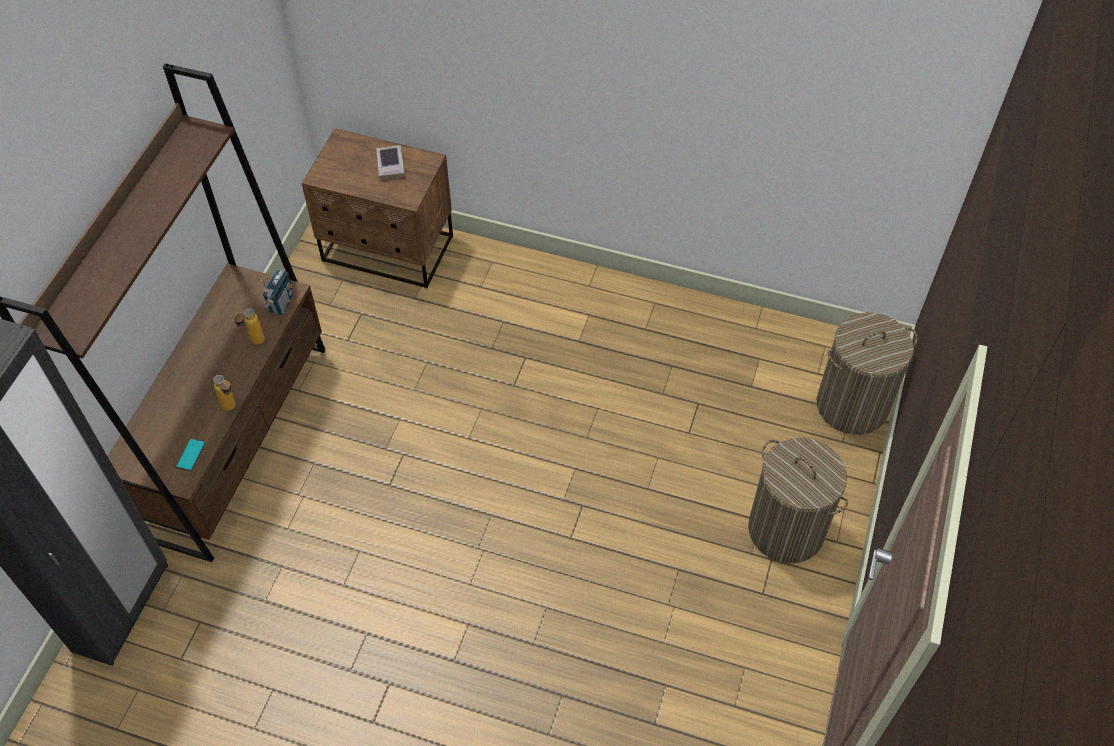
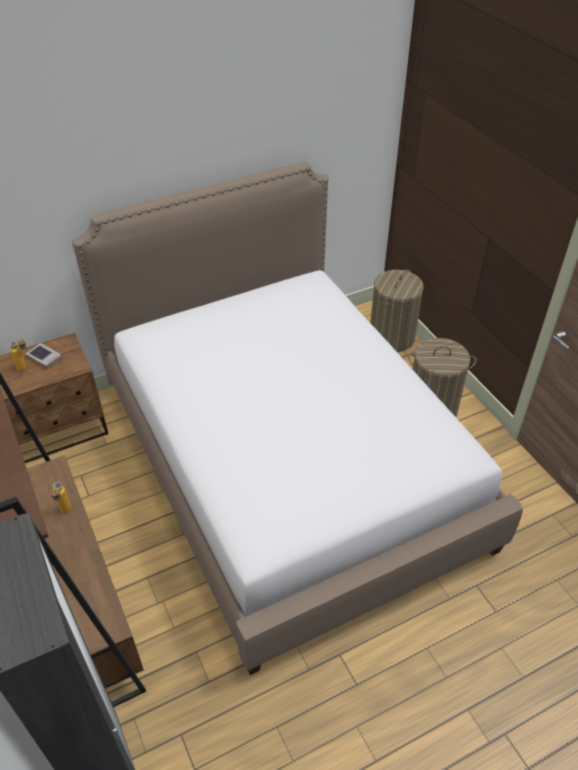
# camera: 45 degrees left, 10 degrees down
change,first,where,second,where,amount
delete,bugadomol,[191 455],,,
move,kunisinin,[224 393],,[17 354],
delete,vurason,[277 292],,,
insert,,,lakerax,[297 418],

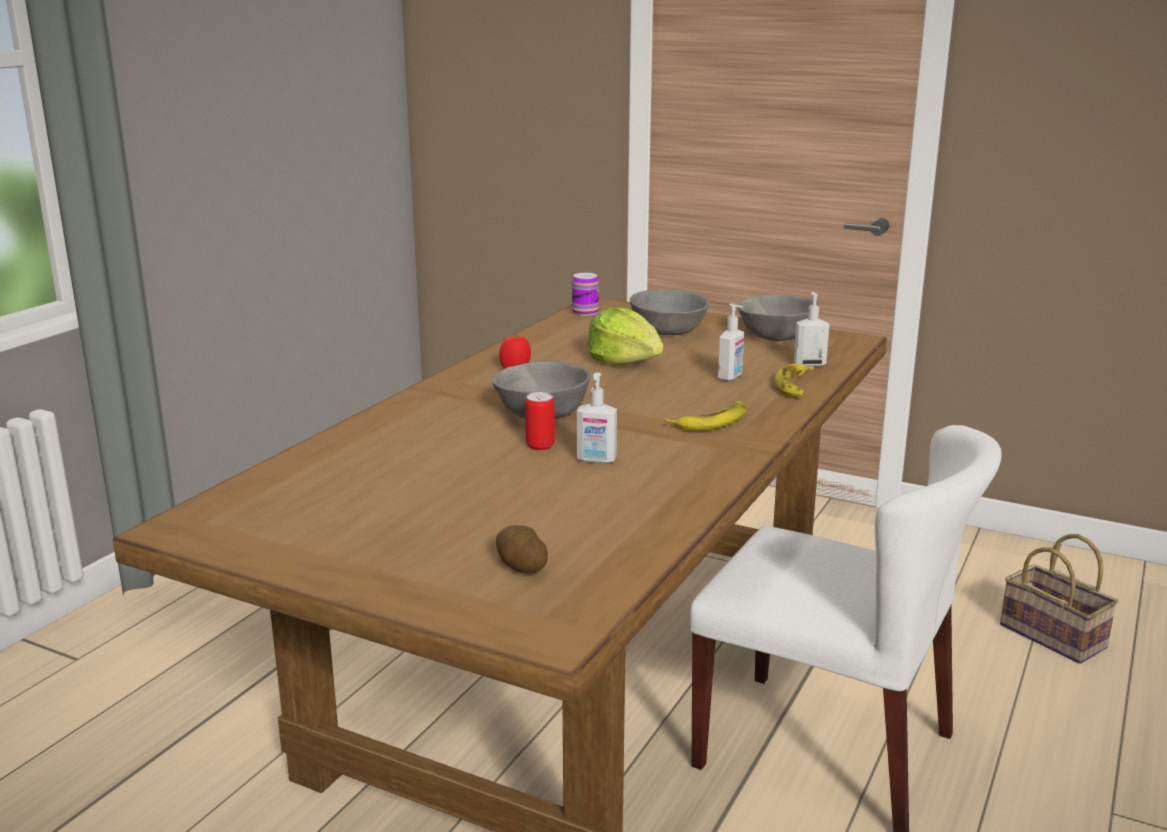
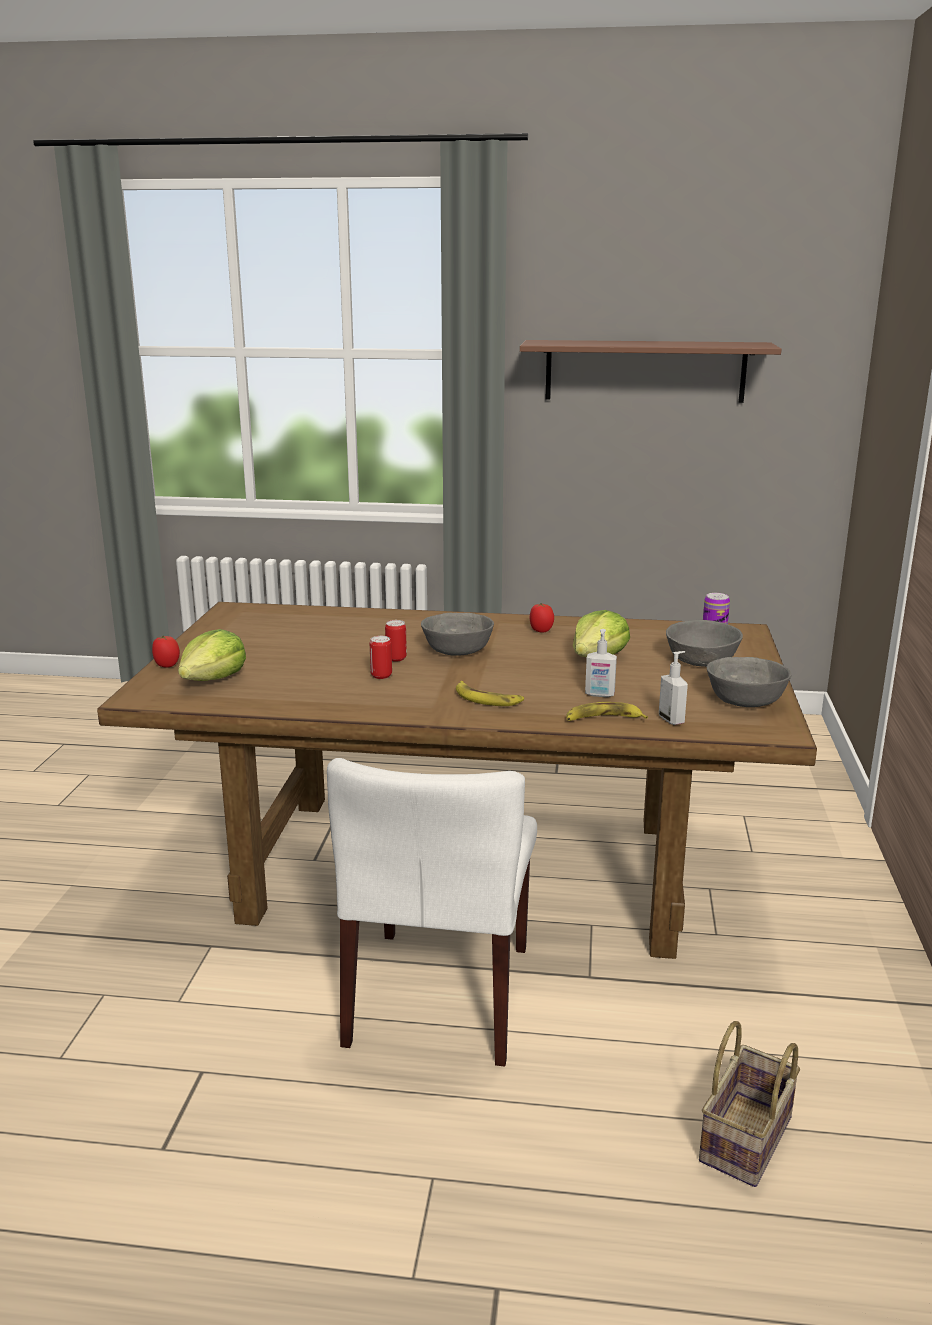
# camera: 70 degrees right, 0 degrees up
change,first,where,second,where,amount
replace,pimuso,[522 549],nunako,[212 655],
replace,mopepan,[597 418],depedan,[381 657],
insert,,,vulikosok,[166 652],
insert,,,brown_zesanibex,[651 371],

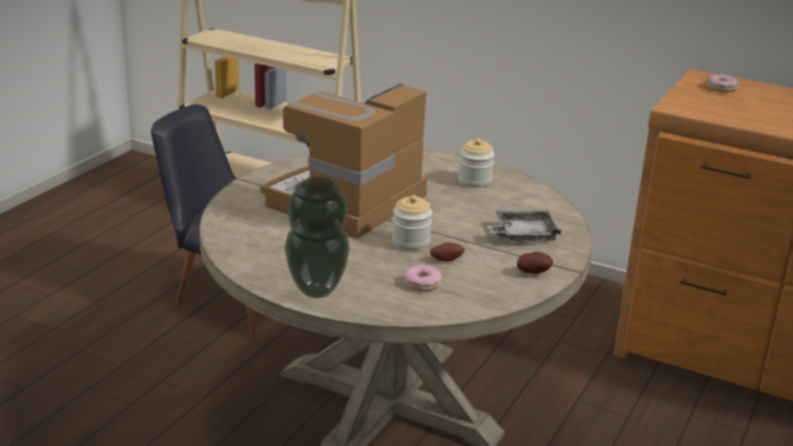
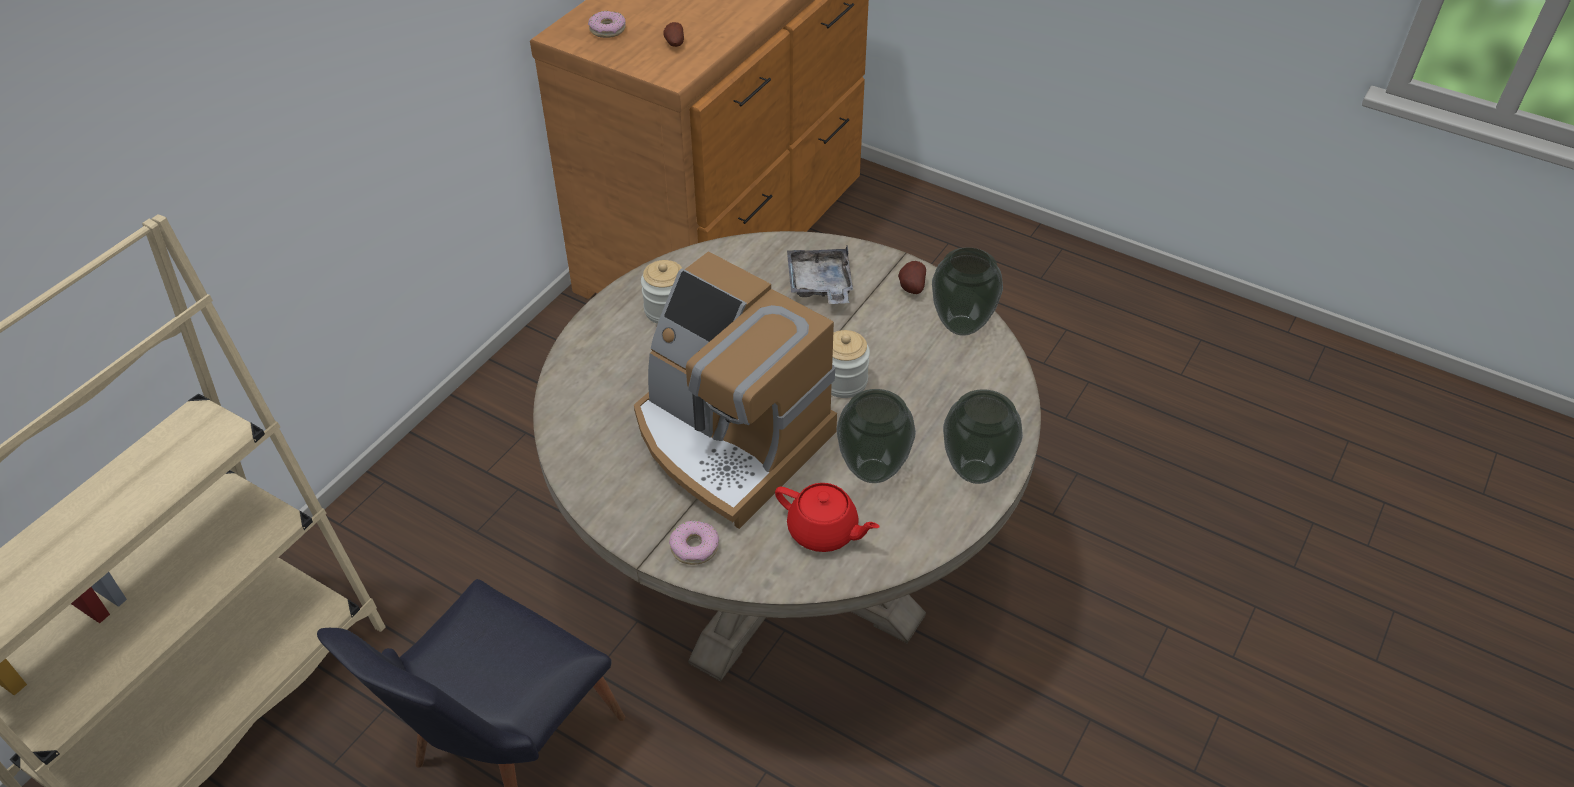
# camera: 85 degrees left, 20 degrees up
change,first,where,second,where,amount
move,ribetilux,[423 278],,[694 543],
move,pimuso,[447 252],,[673 34],
insert,,,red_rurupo,[827 517],
insert,,,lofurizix,[967 291],

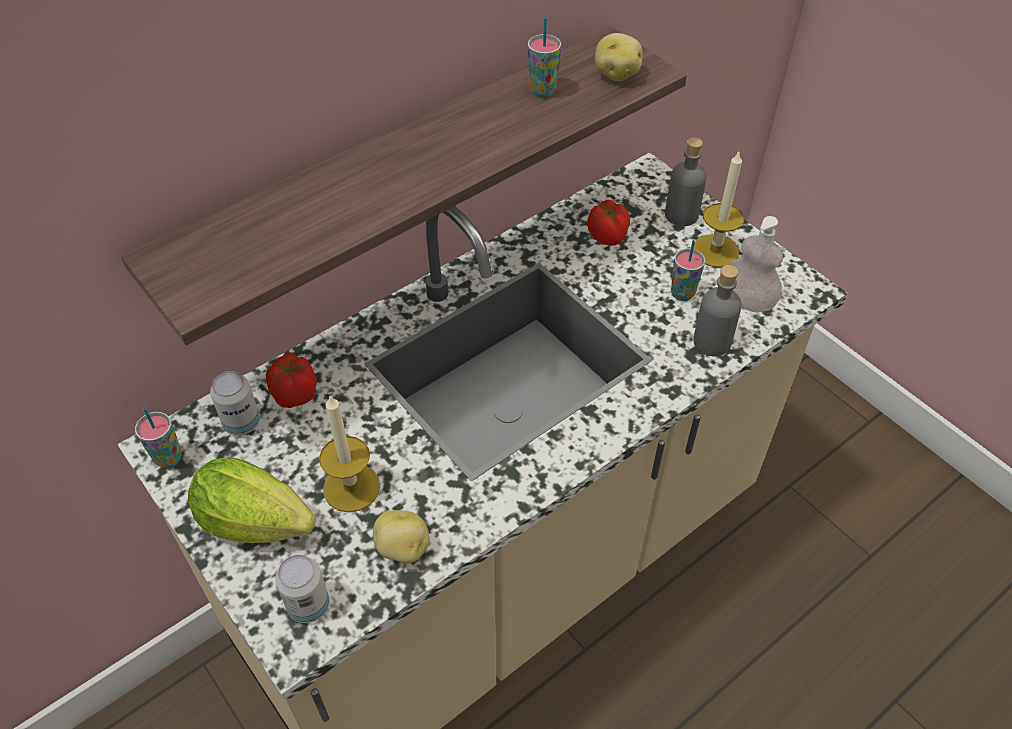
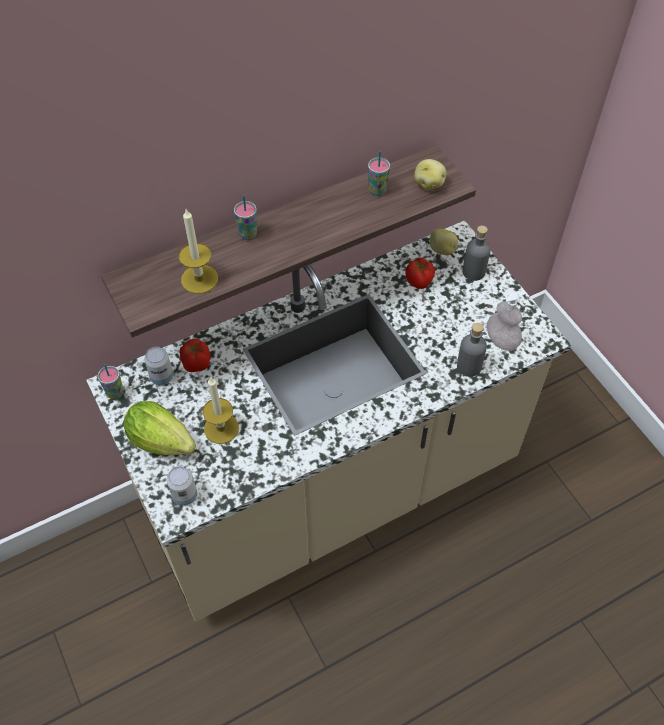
# camera: 10 degrees right, 5 degrees up
change,first,where,second,where,amount
move,pimuso,[401 537],,[443 242],
move,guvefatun,[688 270],,[245 217],
move,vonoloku,[718 210],,[198 251],

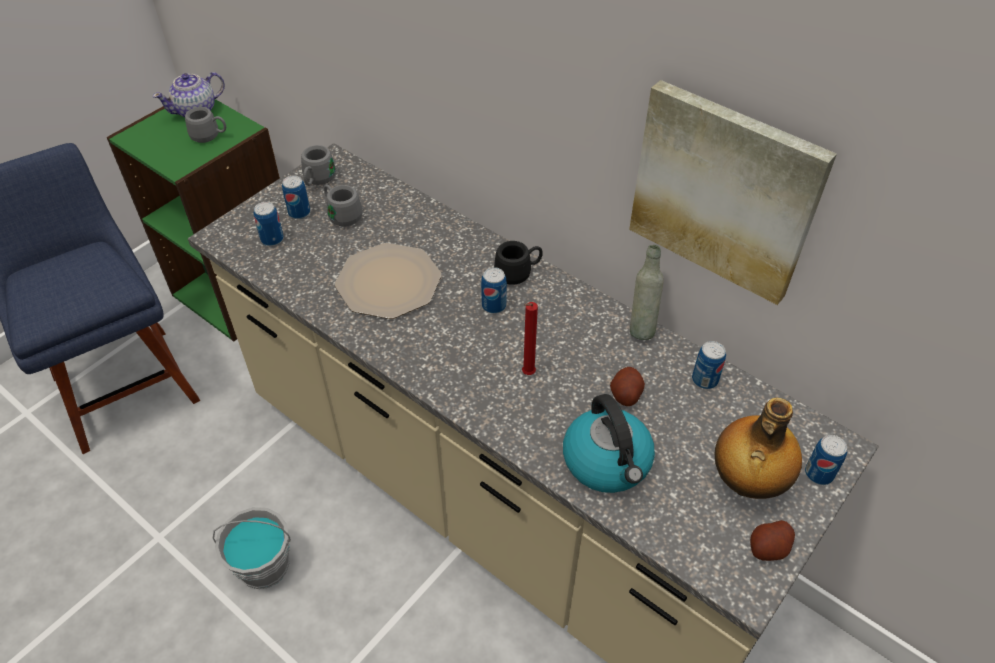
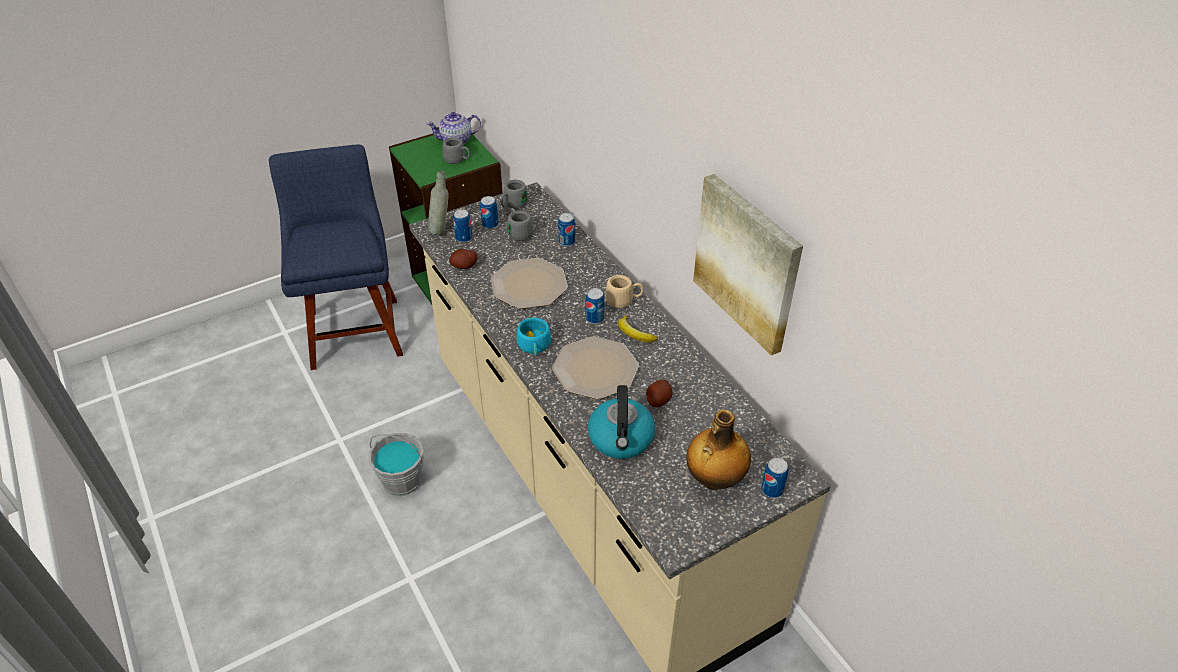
# camera: 20 degrees right, 5 degrees down
change,first,where,second,where,amount
recolor,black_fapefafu,[518 263],beige_fapefafu,[624 291],
replace,red_vonoloku,[530 338],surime,[595 367],
move,grey_kunisinin,[647 292],,[438 203],
move,depedan,[709 365],,[566 229],
move,pimuso,[772 540],,[463 259],
insert,,,turquoise_guvefatun,[533 337],
insert,,,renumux,[637 329],

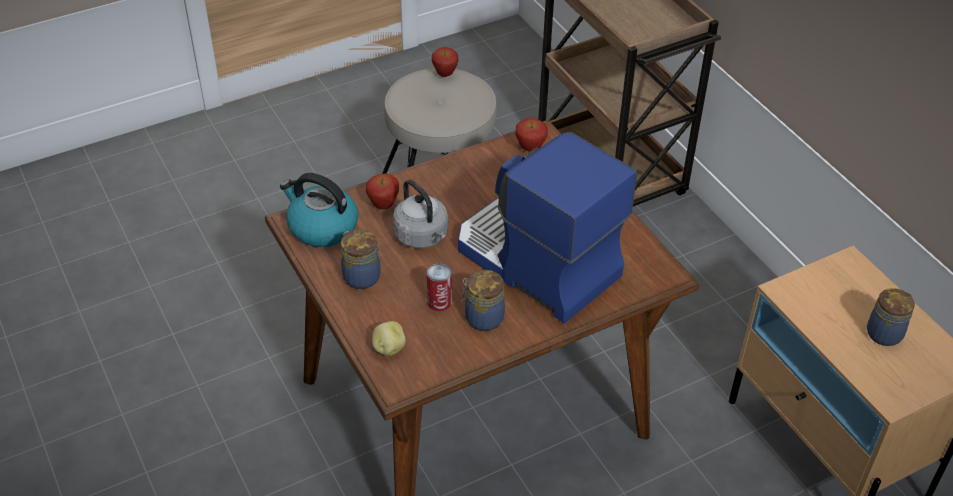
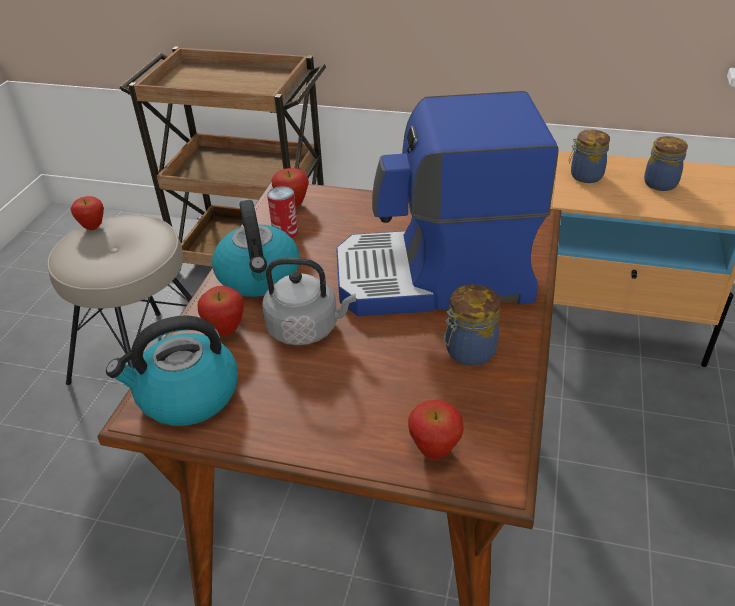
# camera: 45 degrees left, 5 degrees down
change,first,where,second,where,amount
move,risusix,[361 259],,[589 156],
replace,pimuso,[389 338],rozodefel,[436 429],
move,depedan,[439 287],,[283 212],
insert,,,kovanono,[256 248],

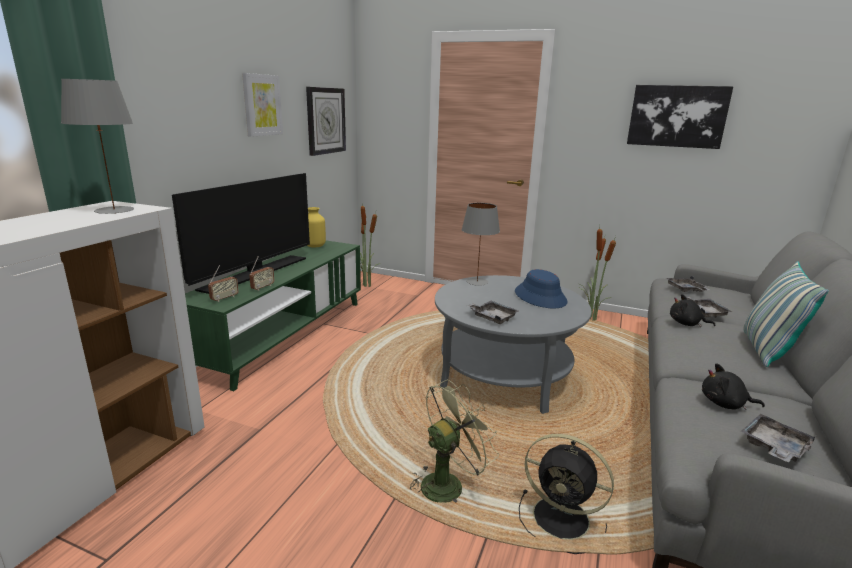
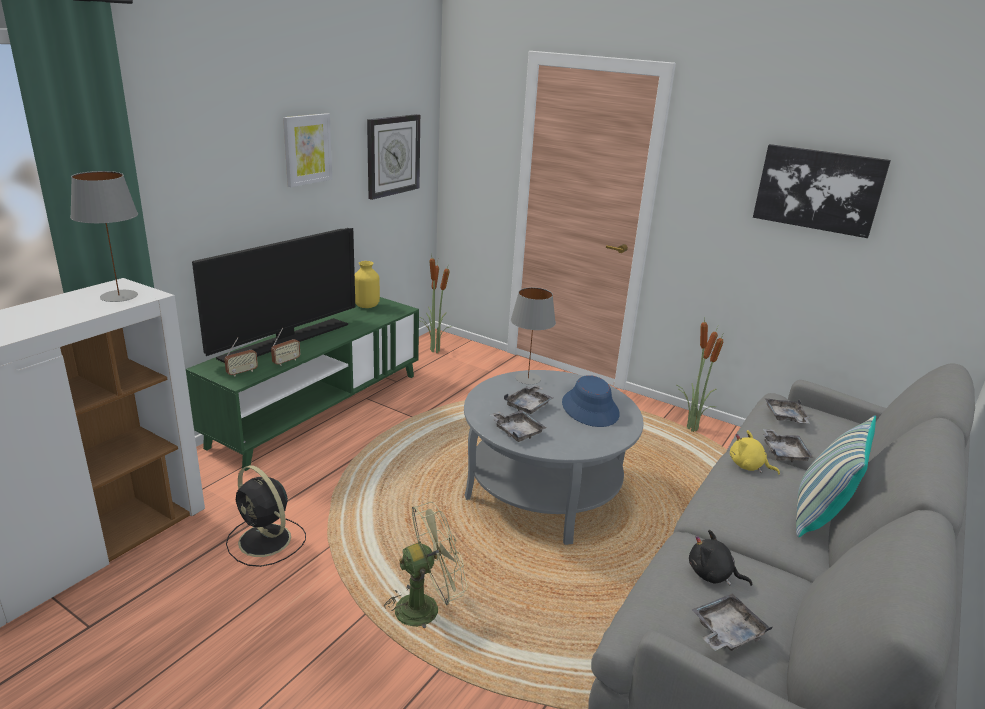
# camera: 10 degrees right, 5 degrees up
change,first,where,second,where,amount
move,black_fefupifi,[566 494],,[266 516],
recolor,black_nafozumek,[692 310],yellow_nafozumek,[755 452],
insert,,,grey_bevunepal,[528 399],

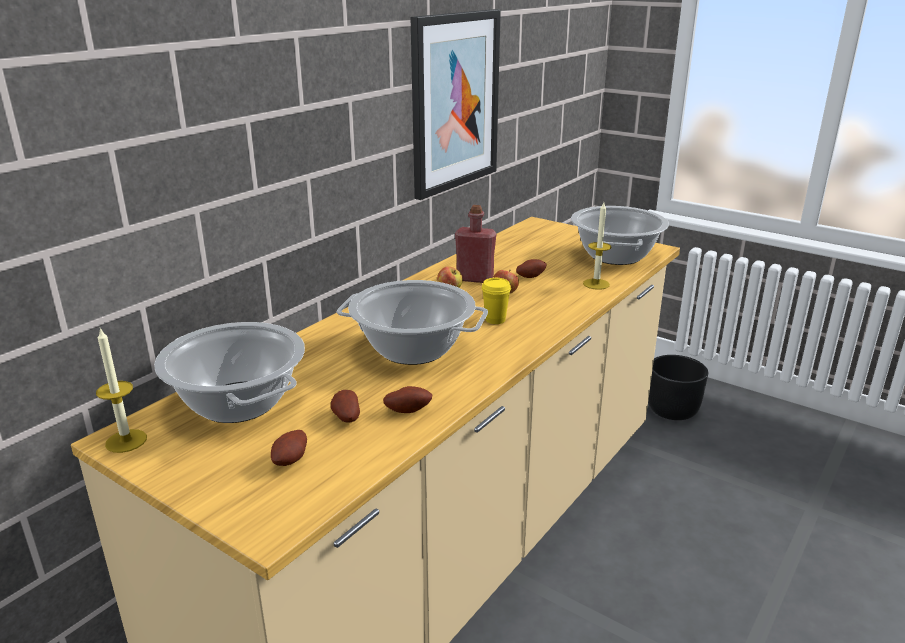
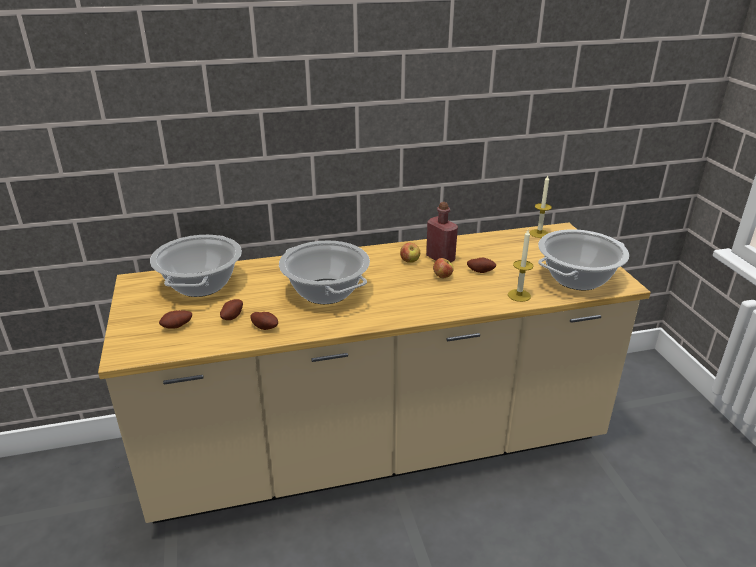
# camera: 40 degrees right, 5 degrees up
change,first,where,second,where,amount
move,vonoloku,[121 390],,[541 207],
delete,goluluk,[456 104],,,
delete,yellow_guvefatun,[496 301],,,
delete,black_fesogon,[678 387],,,

